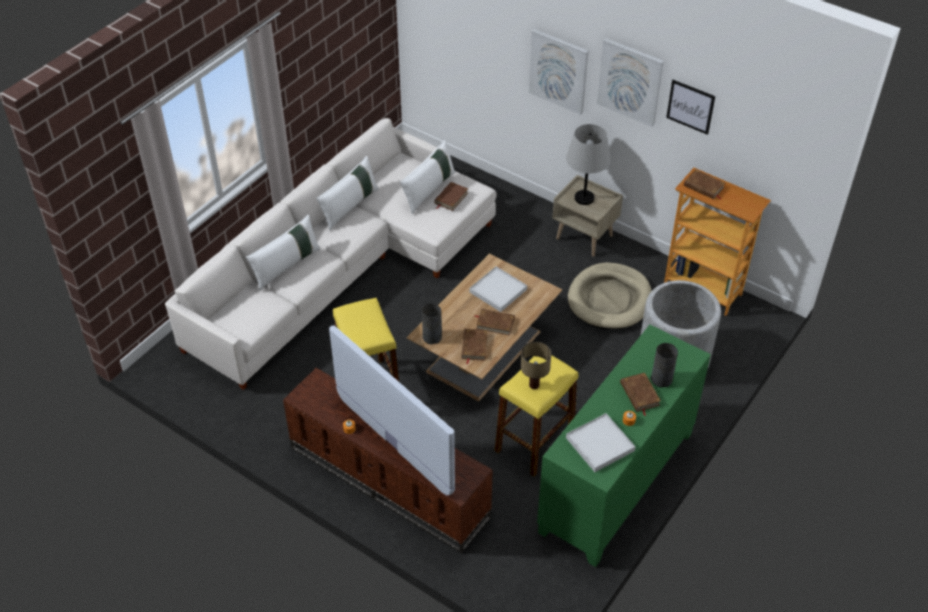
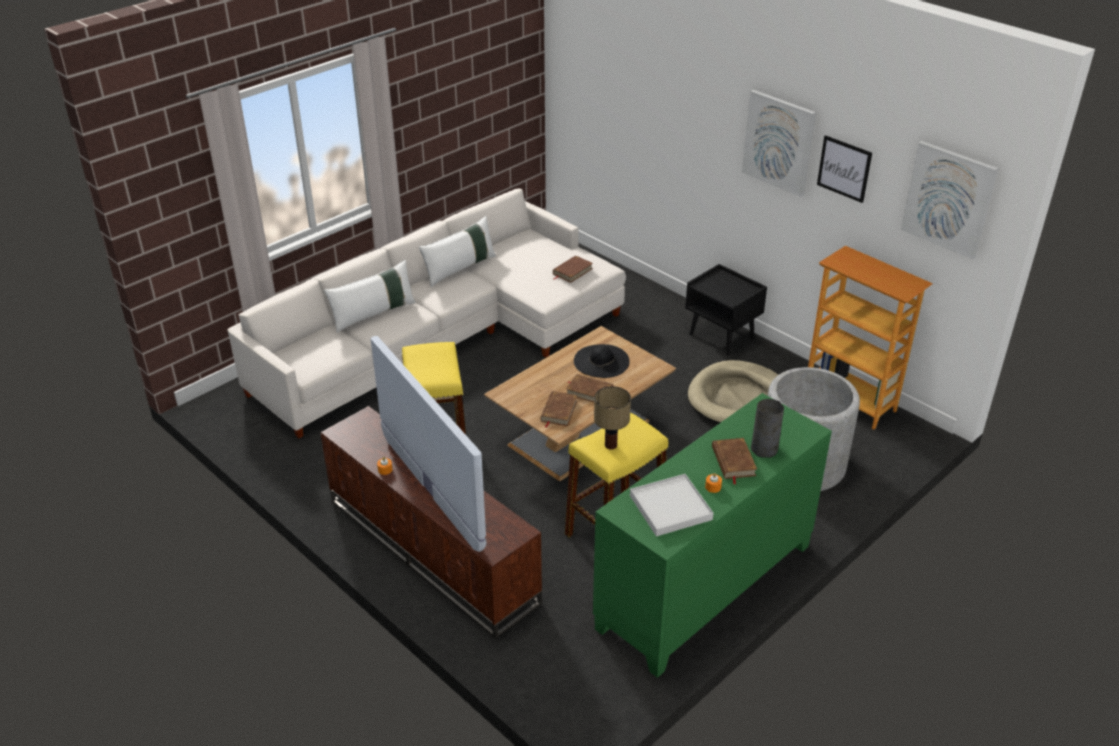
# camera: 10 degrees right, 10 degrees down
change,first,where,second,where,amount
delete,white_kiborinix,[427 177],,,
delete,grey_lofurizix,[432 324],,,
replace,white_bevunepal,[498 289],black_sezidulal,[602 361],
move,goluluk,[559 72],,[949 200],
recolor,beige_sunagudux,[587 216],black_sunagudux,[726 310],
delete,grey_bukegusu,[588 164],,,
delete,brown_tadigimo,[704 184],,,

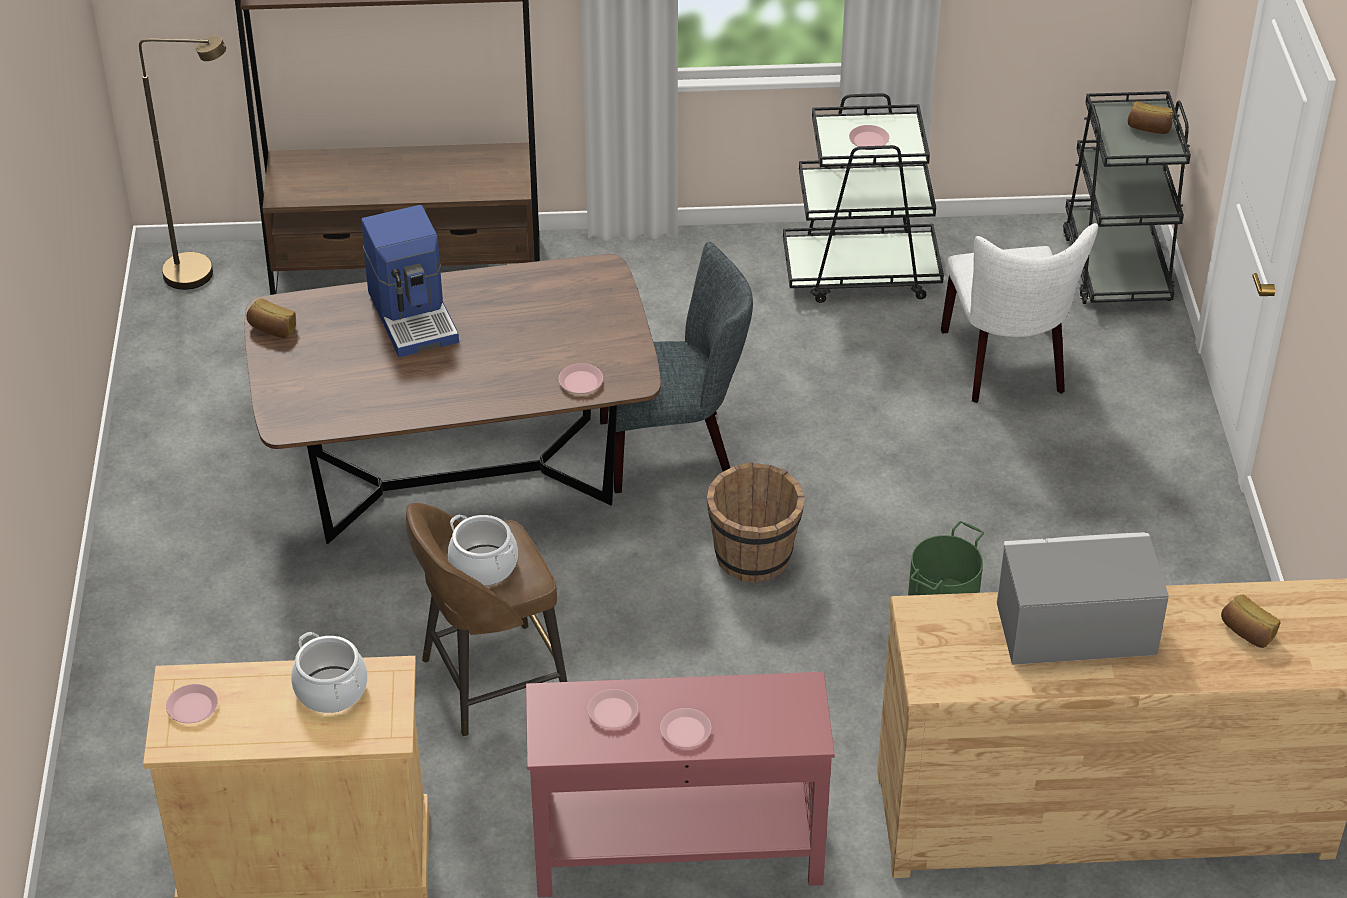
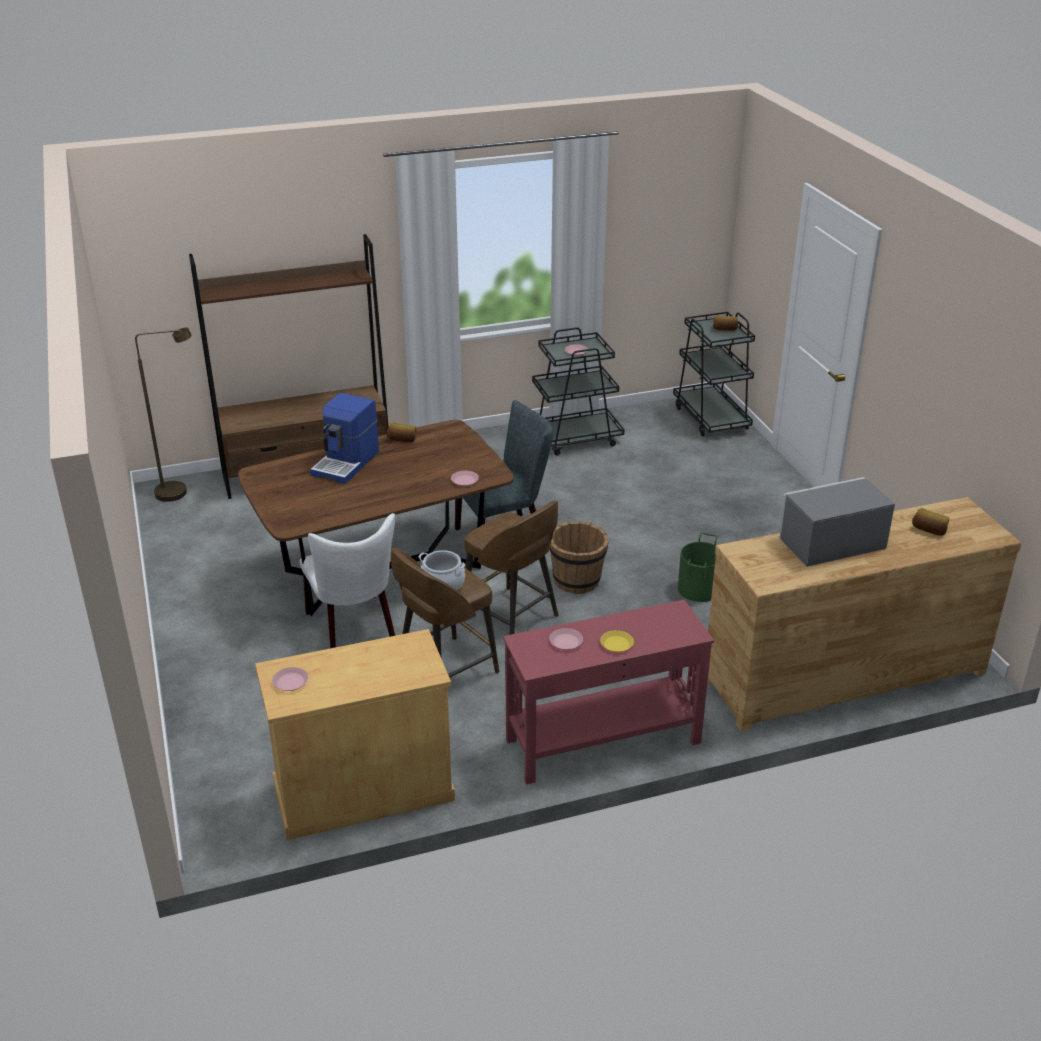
# camera: 15 degrees left, 10 degrees down
change,first,where,second,where,amount
move,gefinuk,[271 318],,[401 432],
delete,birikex,[329 672],,,
rotate,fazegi,[410 281],,[344 438],60 degrees clockwise
recolor,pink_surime,[685 727],yellow_surime,[617 641],
move,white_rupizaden,[1019 313],,[347 580],
insert,,,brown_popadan,[511 567],

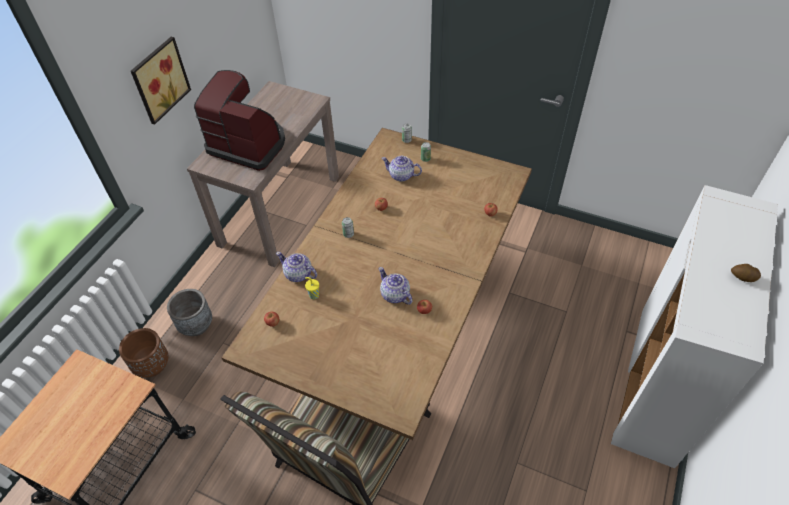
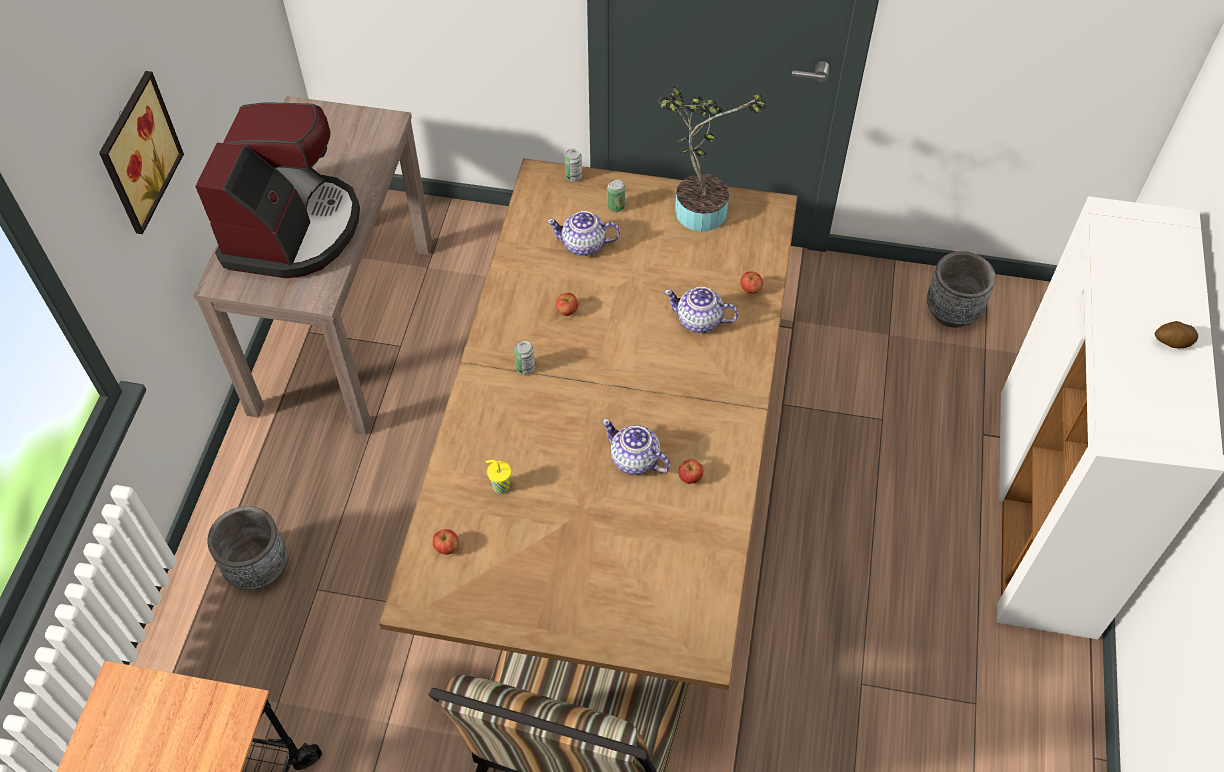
# camera: 15 degrees left, 5 degrees up
change,first,where,second,where,amount
delete,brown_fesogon,[143 353],,,
rotate,fazegi,[239 120],,[277 190],90 degrees clockwise
move,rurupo,[296 267],,[701 310],
insert,,,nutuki,[712 159],
insert,,,grey_fesogon,[961 289],

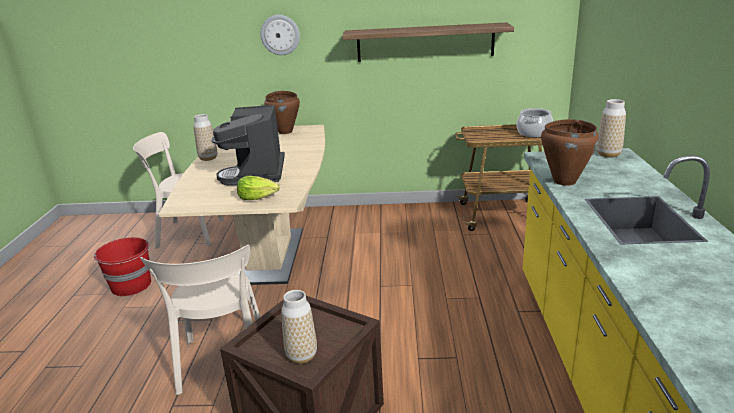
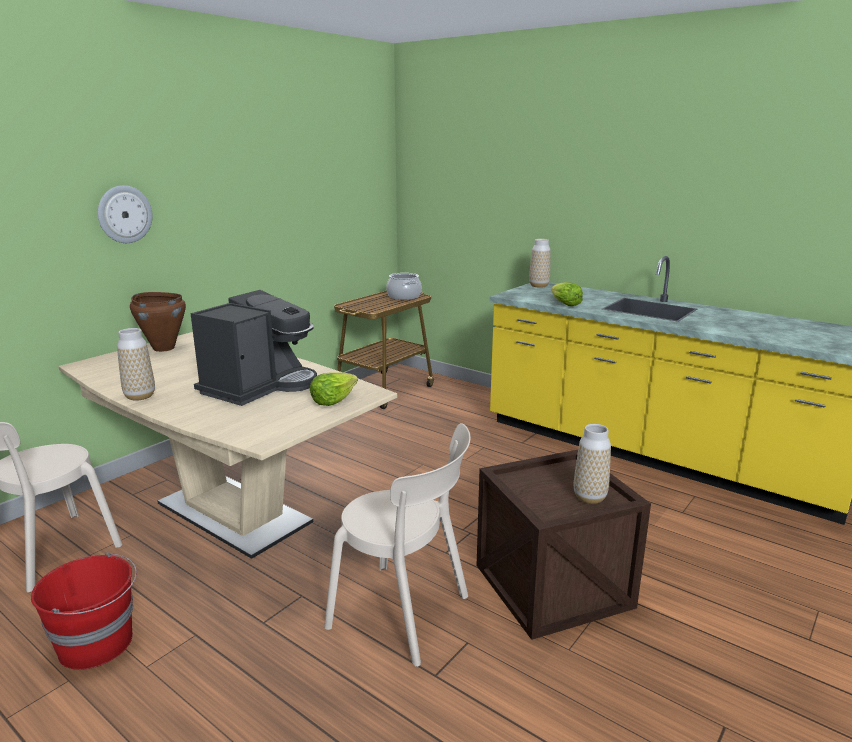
# camera: 55 degrees left, 5 degrees down
change,first,where,second,where,amount
rotate,fazegi,[248 145],,[254 348],90 degrees counterclockwise
delete,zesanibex,[428 42],,,
replace,brown_birikex,[570 152],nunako,[567 294],

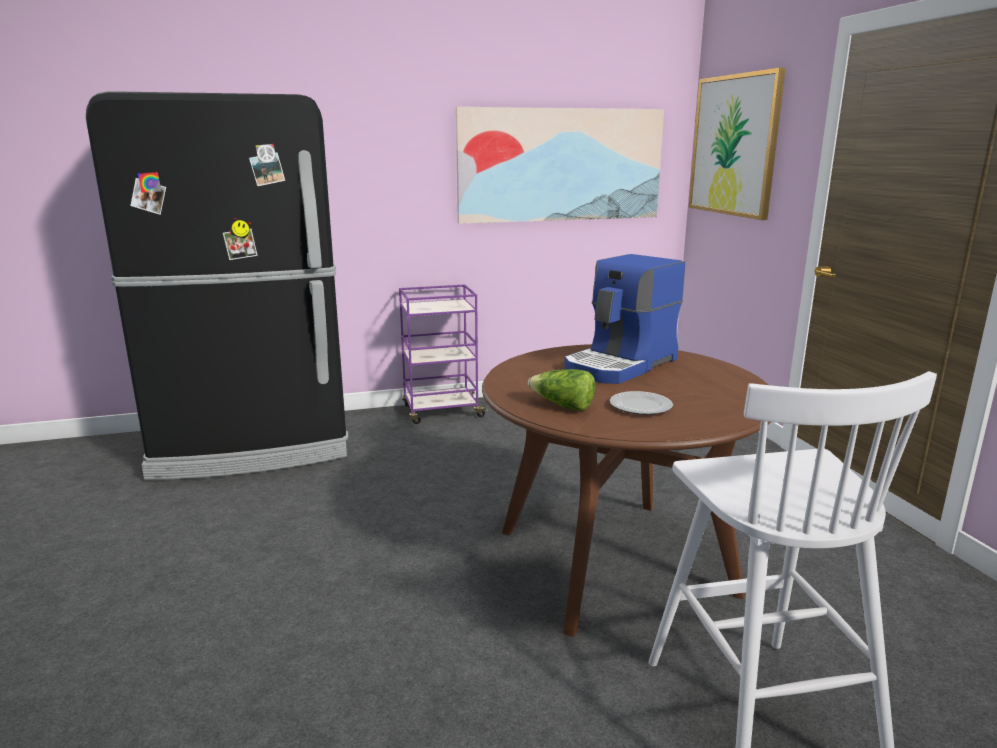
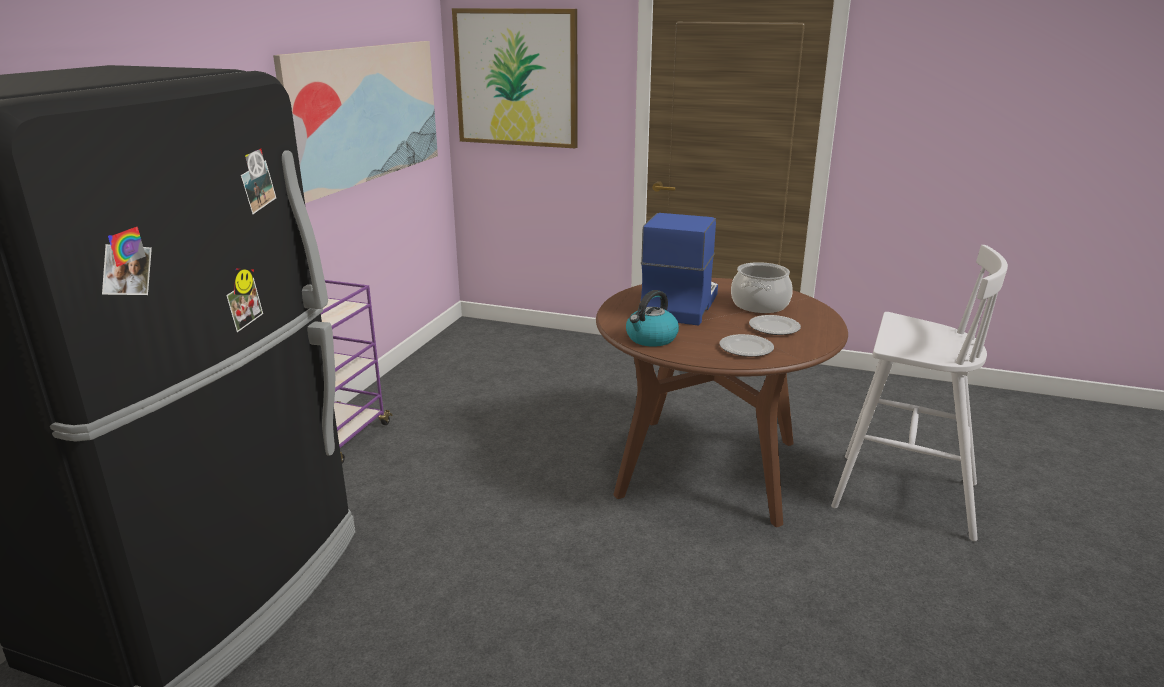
# camera: 55 degrees left, 5 degrees up
change,first,where,second,where,amount
replace,nunako,[561 390],surime,[746 345],
rotate,fazegi,[624 319],,[679 269],150 degrees counterclockwise
insert,,,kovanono,[652 318],
insert,,,birikex,[762 287],

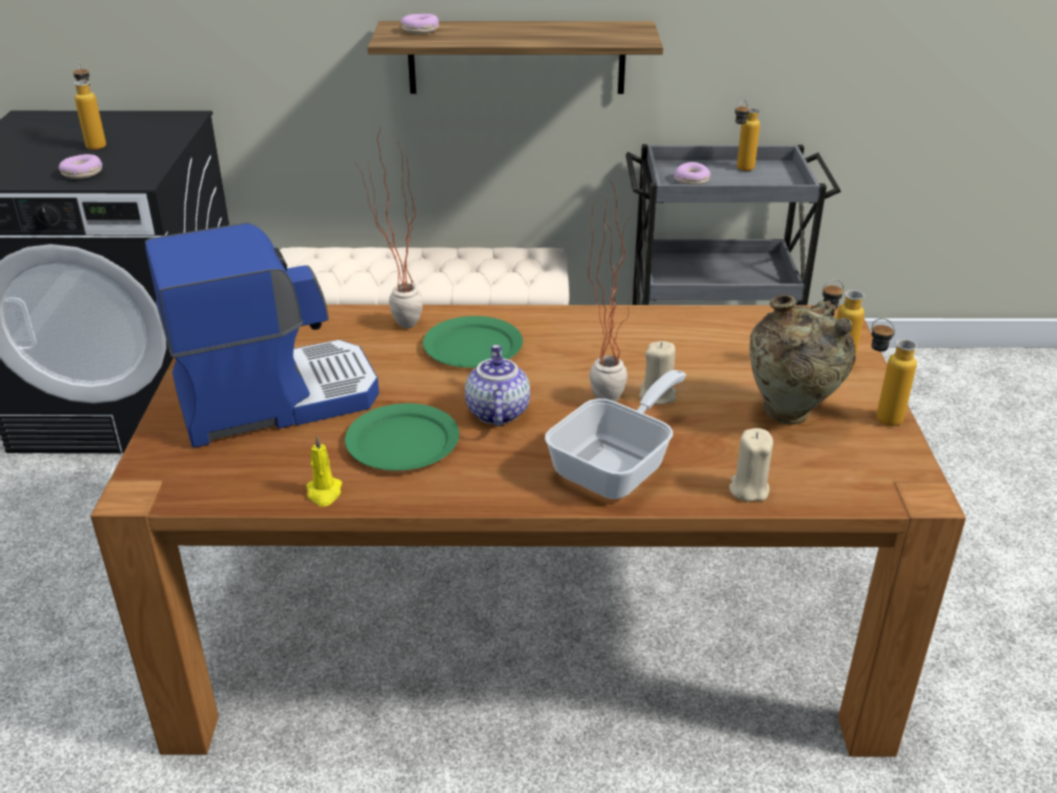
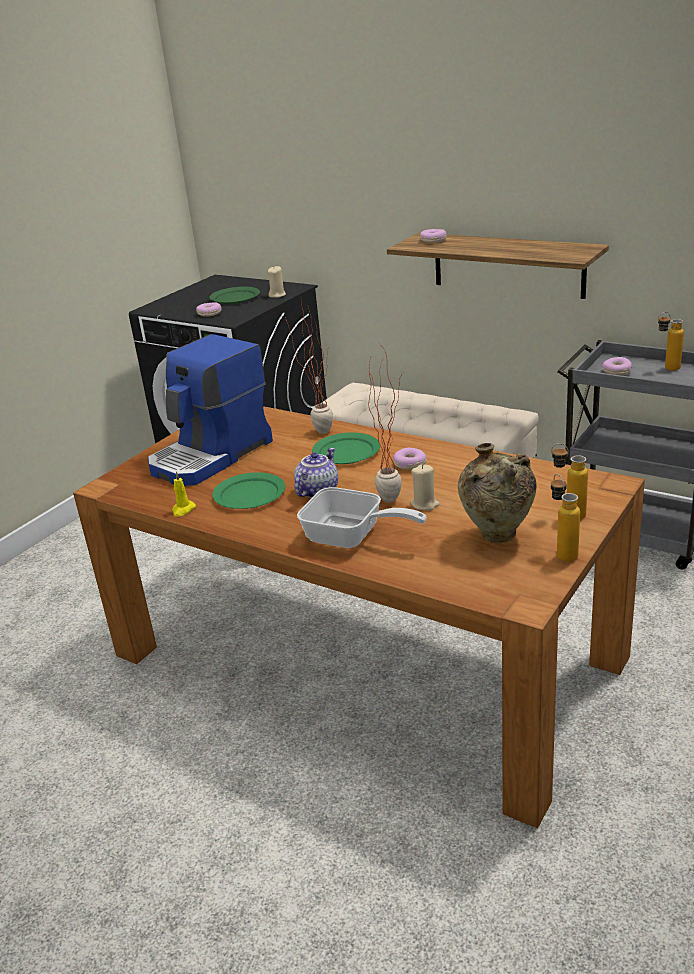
# camera: 35 degrees right, 5 degrees down
change,first,where,second,where,amount
replace,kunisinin,[89 106],green_surime,[235 295],
rotate,fazegi,[262 335],,[210 410],120 degrees clockwise
rotate,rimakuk,[615 434],,[362 517],45 degrees clockwise
move,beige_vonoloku,[751 465],,[277 282],
insert,,,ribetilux,[410 459],

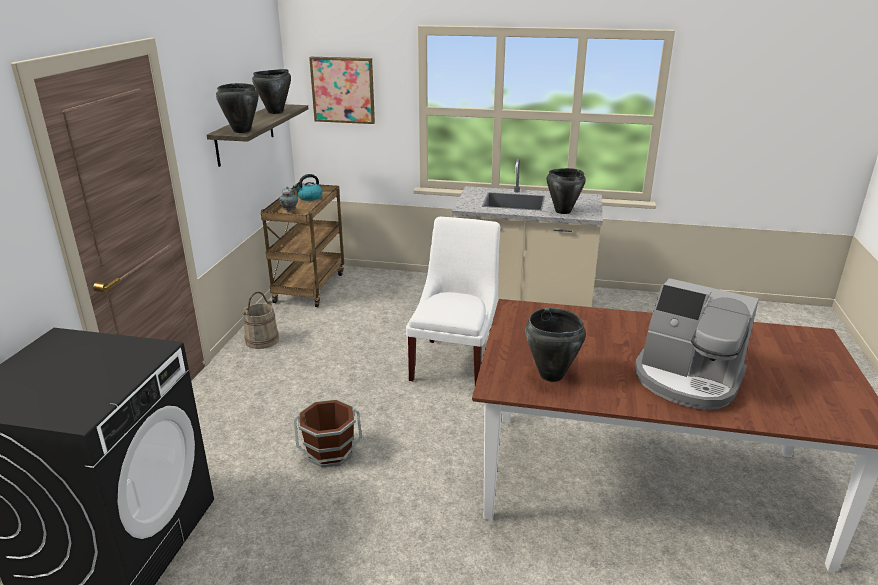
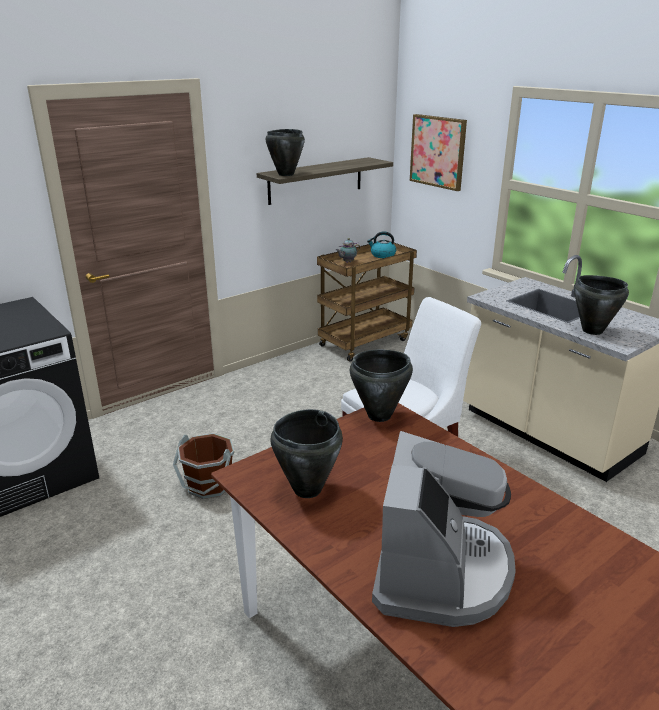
# camera: 40 degrees right, 0 degrees up
change,first,where,second,where,amount
delete,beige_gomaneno,[260 320],,,
move,black_birikex,[271 91],,[381 386],
rotate,fazegi,[697 344],,[444 529],150 degrees counterclockwise

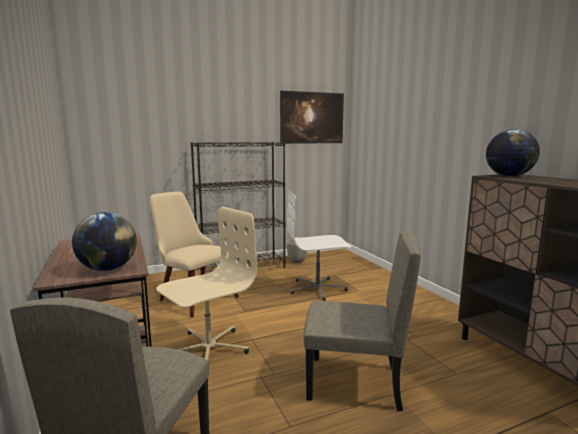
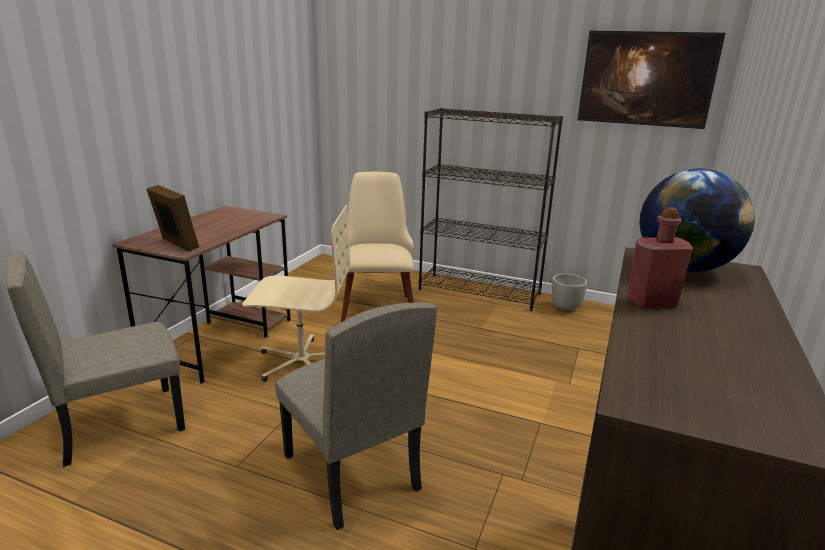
# camera: 45 degrees right, 10 degrees up
change,first,where,second,where,amount
replace,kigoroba,[104 241],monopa,[172 218],
delete,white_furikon,[319 245],,,
insert,,,red_kunisinin,[660 257],

